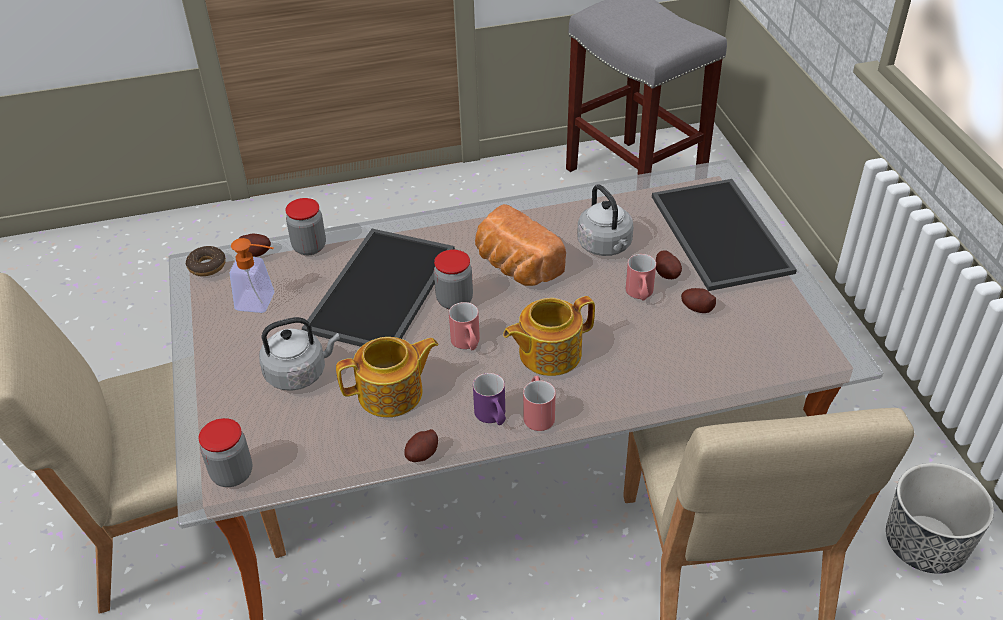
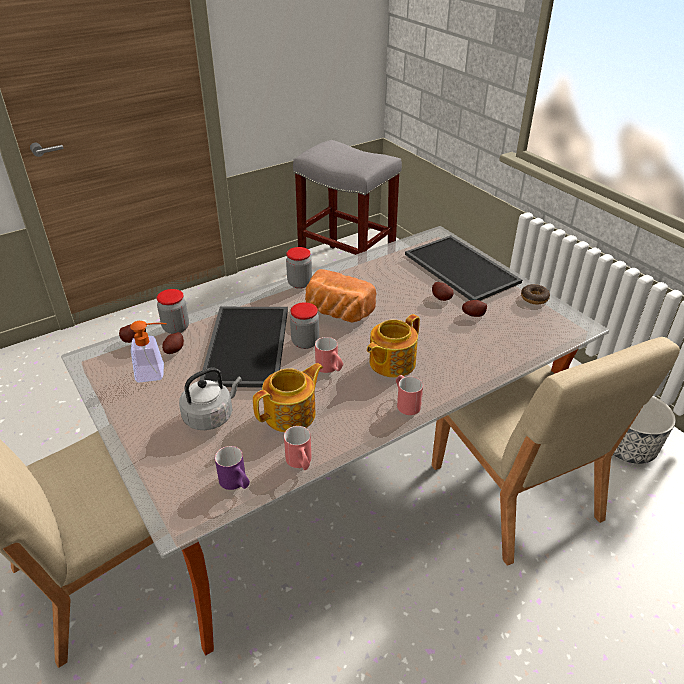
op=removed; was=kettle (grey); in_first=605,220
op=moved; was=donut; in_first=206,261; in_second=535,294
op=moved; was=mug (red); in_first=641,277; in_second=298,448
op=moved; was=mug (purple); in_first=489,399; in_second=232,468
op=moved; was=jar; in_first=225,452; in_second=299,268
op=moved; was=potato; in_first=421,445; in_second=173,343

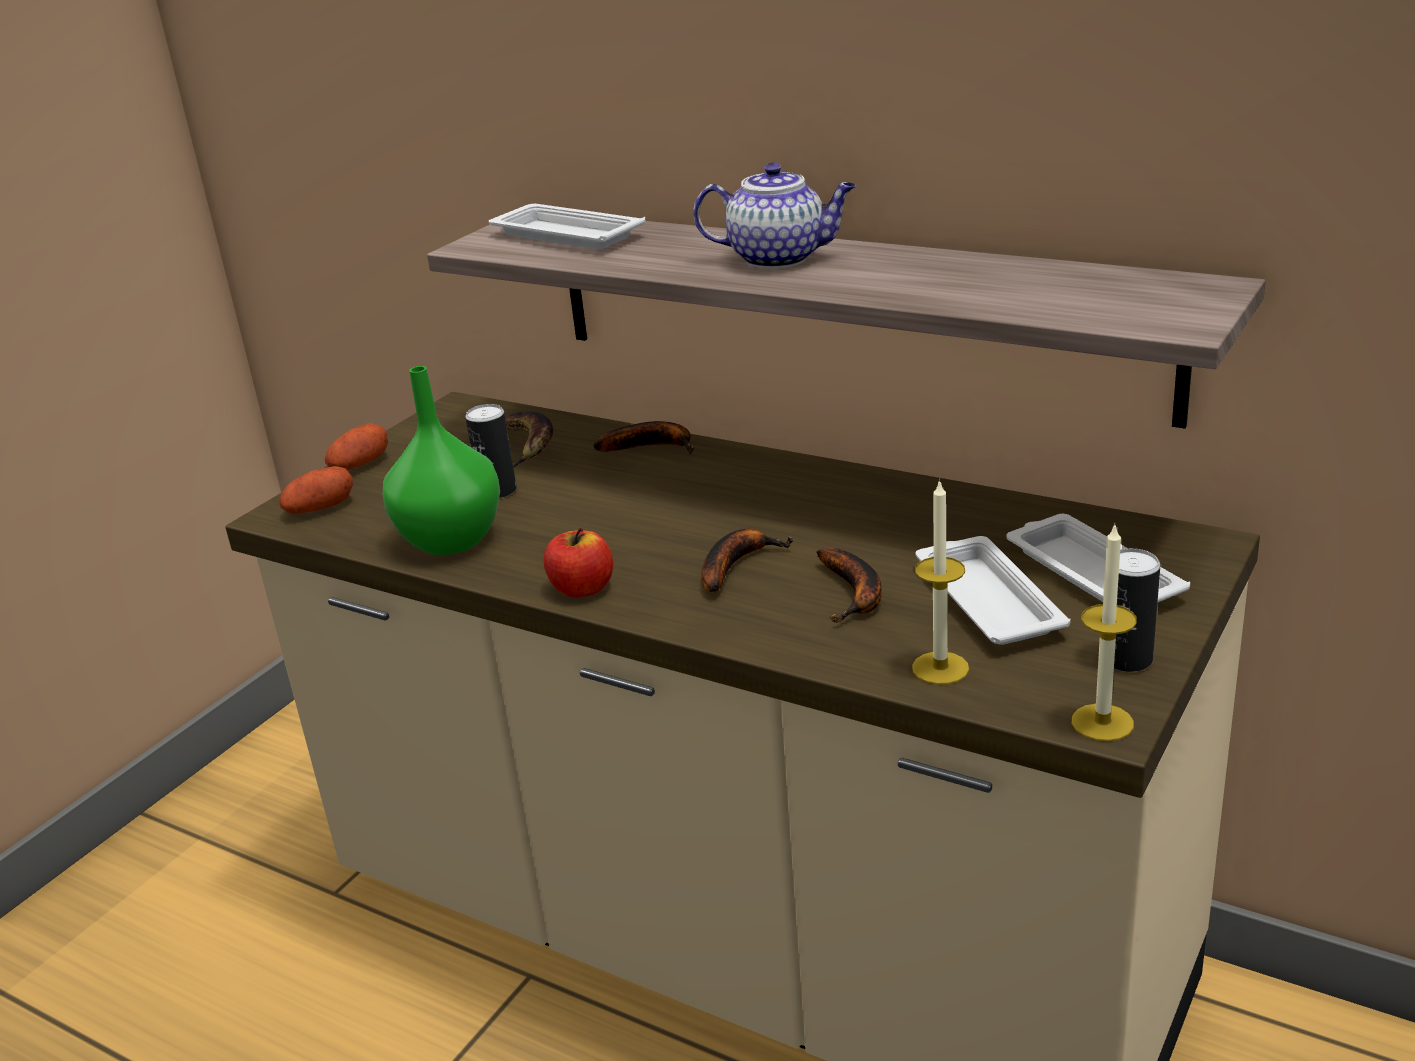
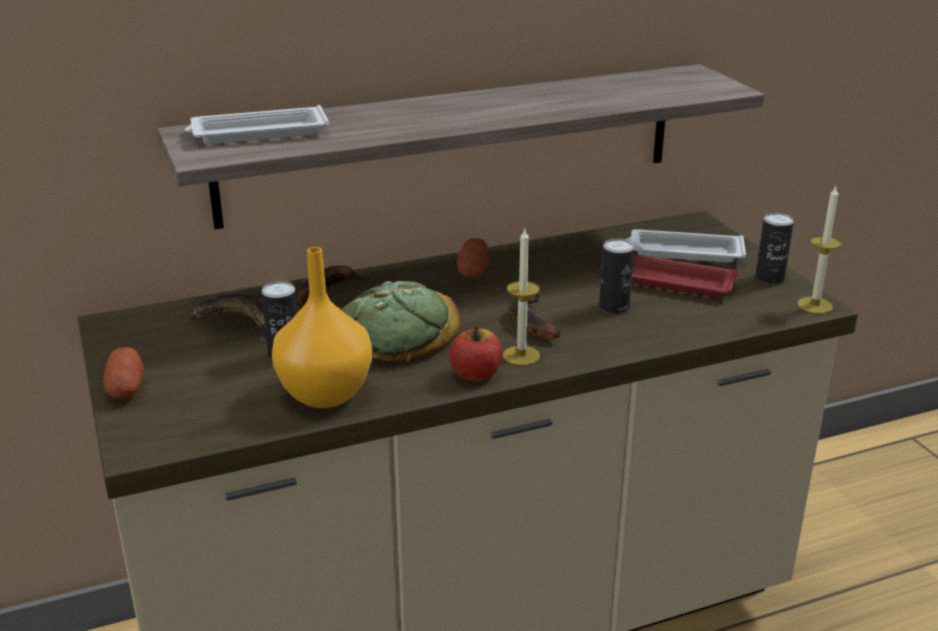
op=removed; was=teapot; in_first=774,216
op=recoloured; was=vase (green); now=vase (orange); in_first=441,460; in_second=322,327
op=moved; was=potato; in_first=316,490; in_second=473,257
op=moved; was=candle; in_first=940,582; in_second=521,297
op=recoloured; was=tray (white); now=tray (red); in_first=992,590; in_second=684,275
op=replaced; was=banana; now=can; in_first=849,585; in_second=616,276
op=added; now=bread; in_second=401,322

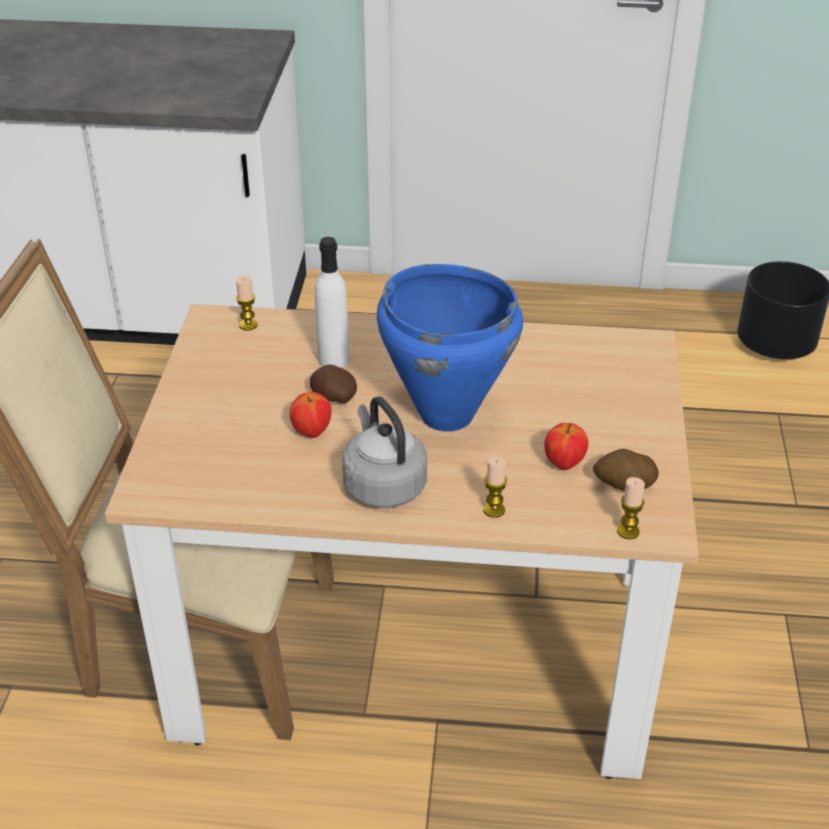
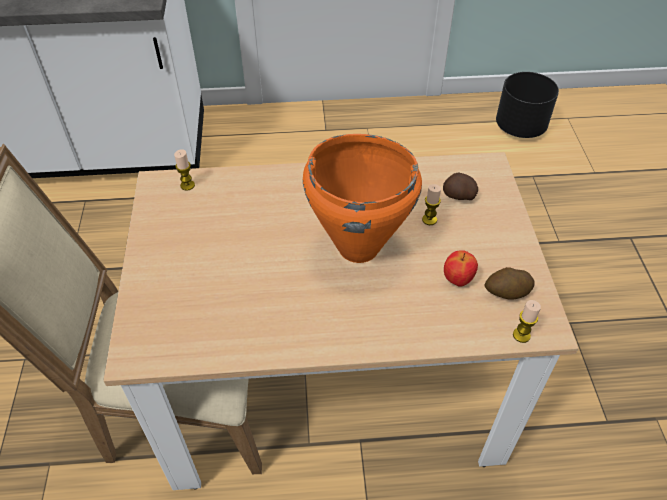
op=removed; was=bottle (white); in_first=332,302
op=recoloured; was=cooking pot (blue); now=cooking pot (orange); in_first=450,348; in_second=362,198
op=moved; was=potato; in_first=333,384; in_second=460,186
op=removed; was=apple; in_first=311,415
op=removed; was=kettle (grey); in_first=384,452
op=moved; was=candle; in_first=495,487; in_second=431,204

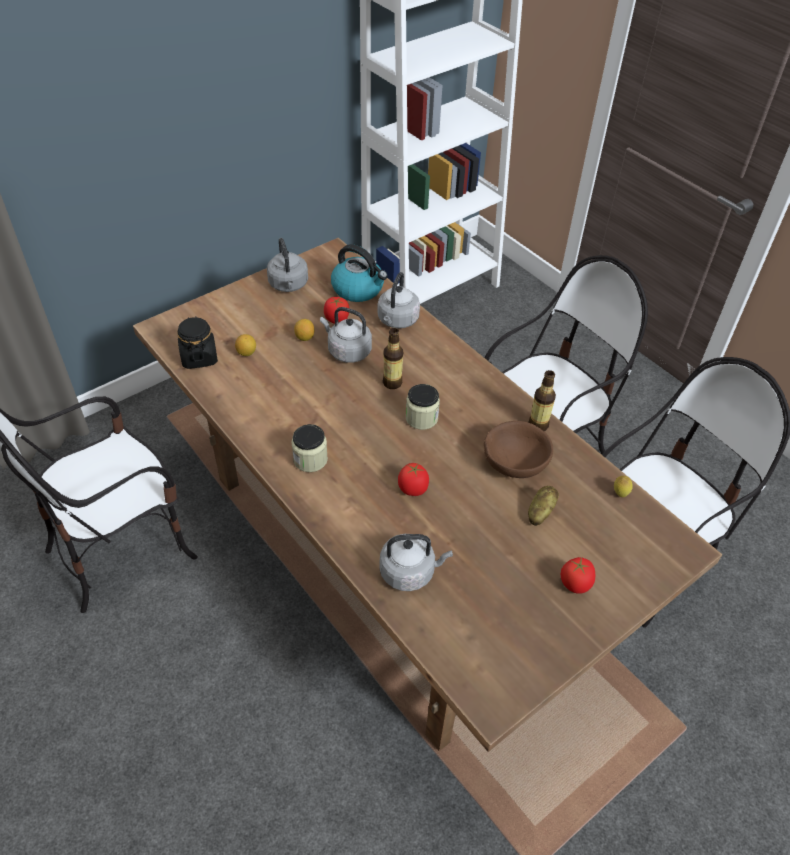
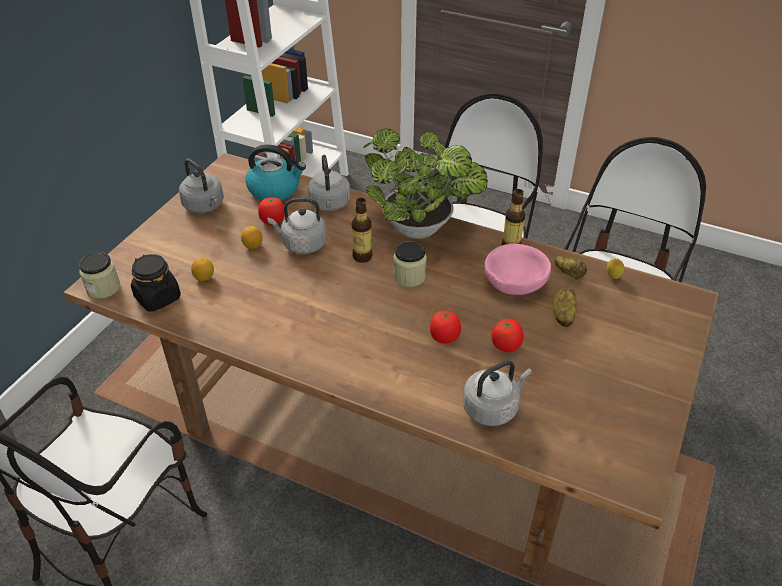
op=recoloured; was=bowl (brown); now=bowl (pink); in_first=518,449; in_second=518,269
op=moved; was=jar; in_first=309,448; in_second=99,275
op=moved; was=tomato; in_first=578,575; in_second=508,335
op=added; now=potted plant; in_second=425,184
op=added; now=potato; in_second=570,268

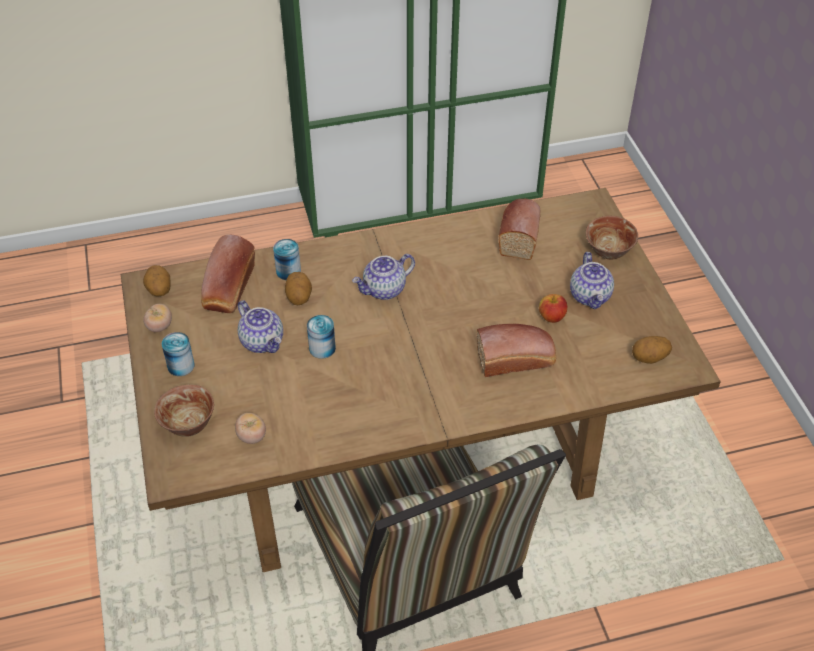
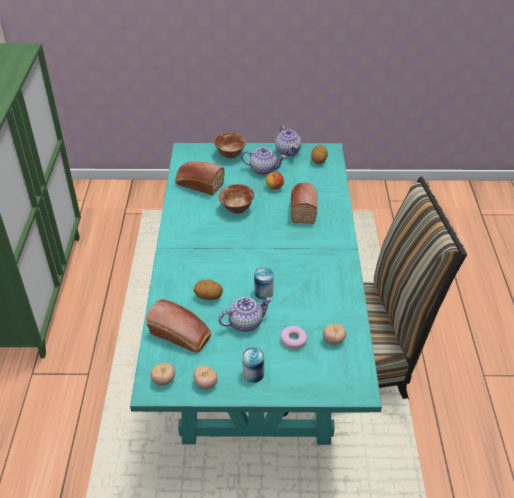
op=recoloured; was=dining table (brown); now=dining table (turquoise); in_first=421,380; in_second=256,294
op=removed; was=can; in_first=287,259
op=moved; was=teapot; in_first=383,277; in_second=288,141
op=replaced; was=potato; now=tomato; in_first=157,281; in_second=162,374
op=moved; was=bowl; in_first=184,410; in_second=236,199
op=added; now=donut; in_second=294,337

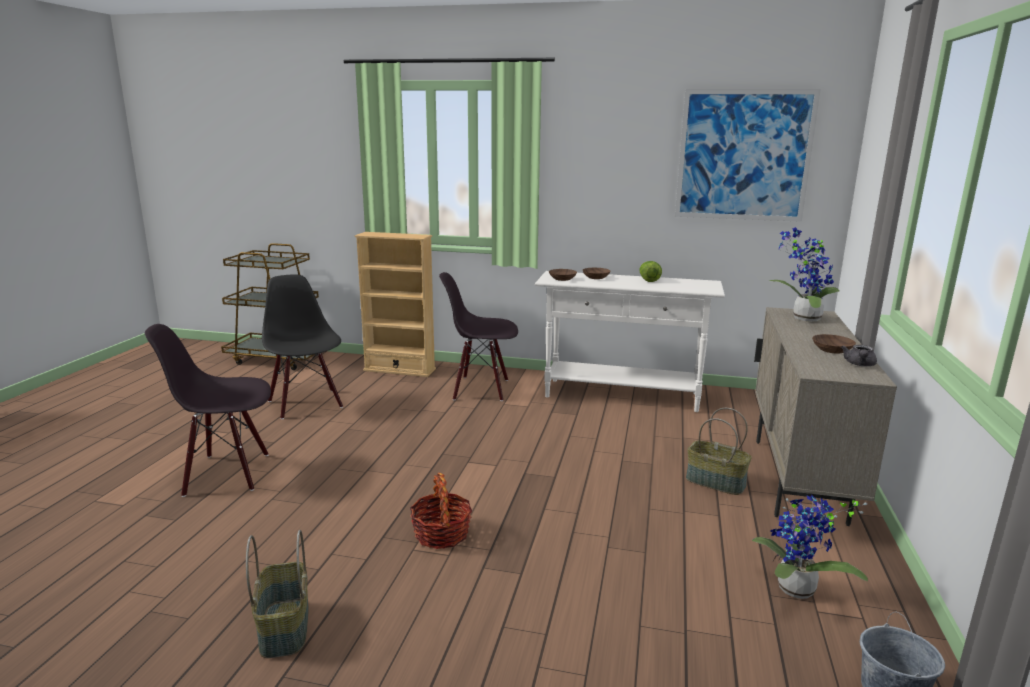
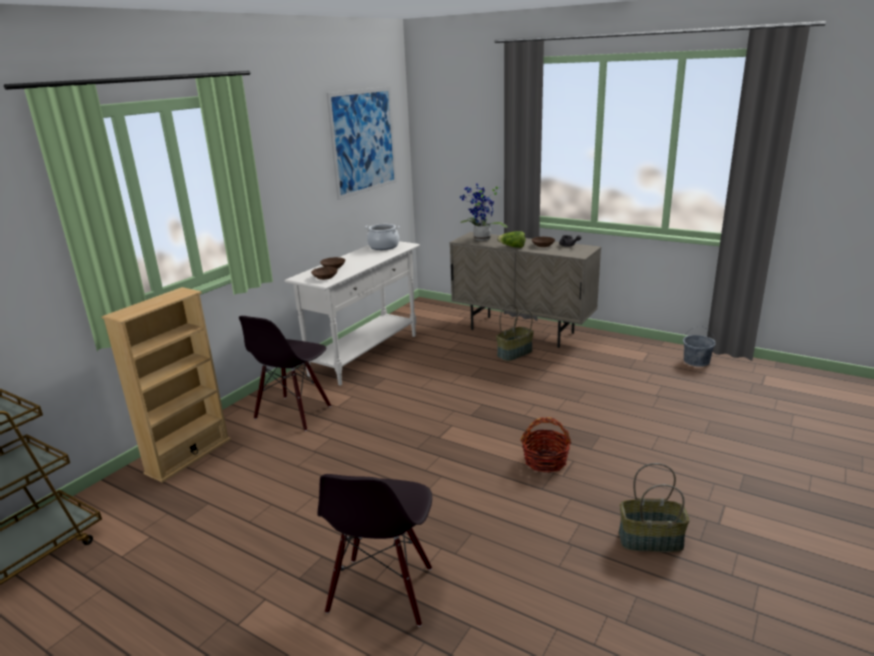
op=moved; was=lettuce; in_first=650,271; in_second=511,239
op=removed; was=chair (black); in_first=302,346
op=removed; was=potted plant; in_first=810,547
op=added; now=cooking pot; in_second=382,237

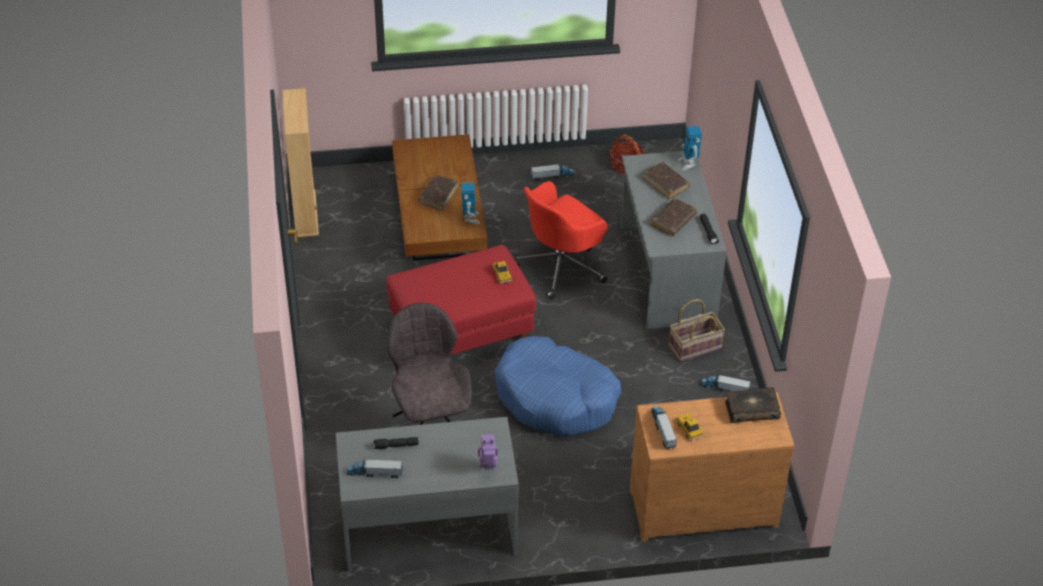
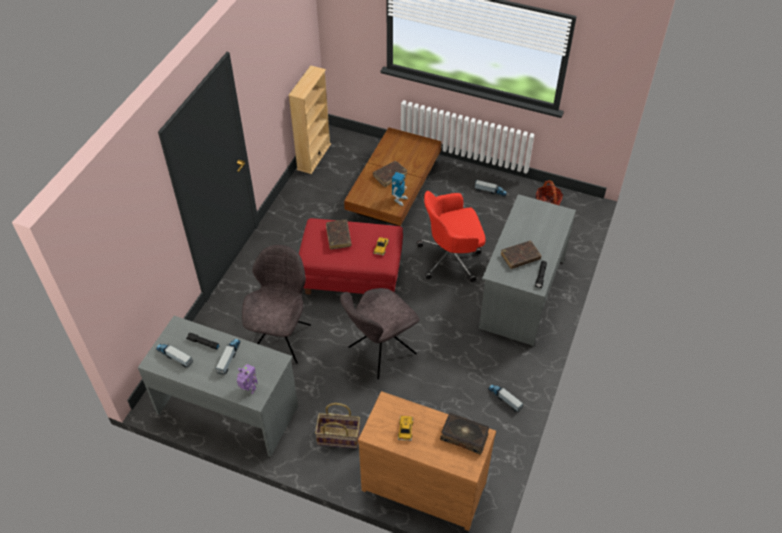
op=removed; was=toy robot; in_first=690,148
op=moved; was=book (brown); in_first=666,180; in_second=339,234
op=moved; was=basket; in_first=697,330; in_second=337,426
op=replaced; was=dog bed (blue); now=chair (grey); in_first=558,386; in_second=380,333
op=moved; was=toy truck; in_first=664,427; in_second=228,357

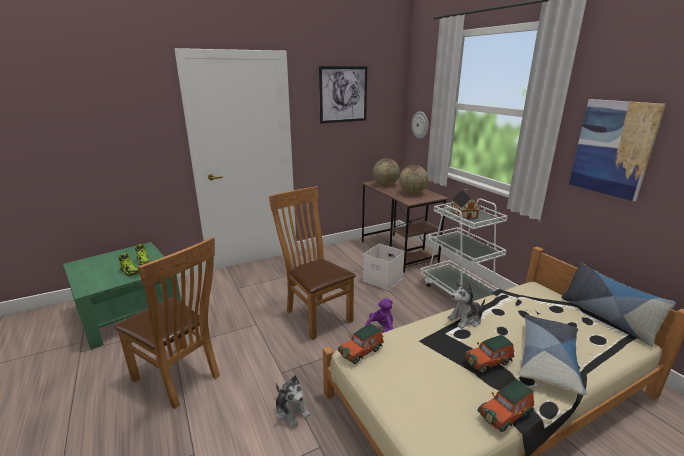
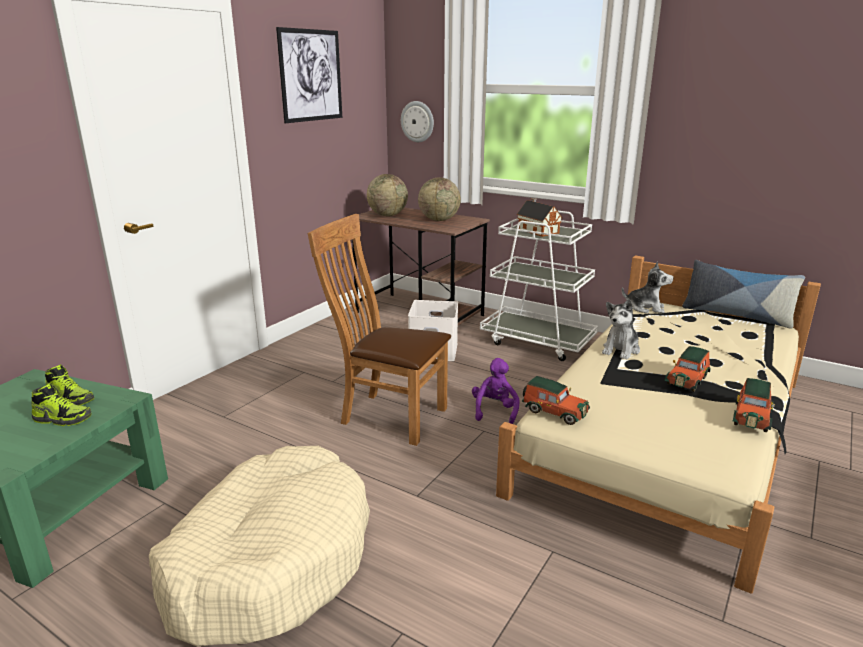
op=removed; was=picture; in_first=617,150
op=replaced; was=chair (brown); now=dog bed (beige); in_first=167,323; in_second=259,546
op=removed; was=pillow; in_first=553,355
op=turned; was=toy car; in_first=361,344; in_second=556,400; clockwise=-75
op=moved; was=plush toy; in_first=293,401; in_second=648,287

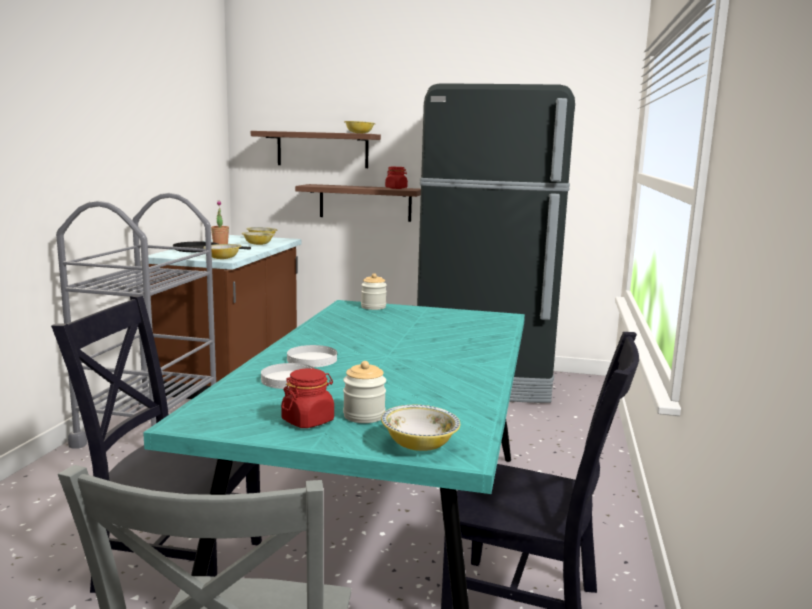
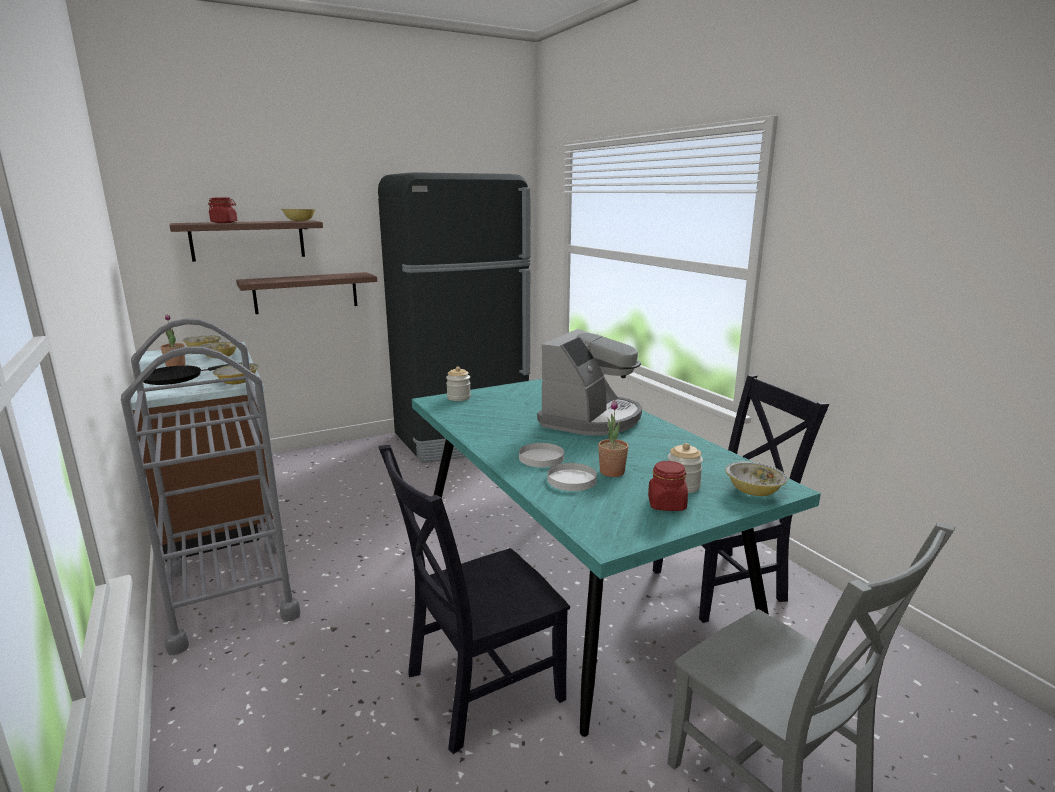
op=moved; was=jar (red); in_first=396,178; in_second=222,210
op=added; now=coffee machine; in_second=589,382
op=added; now=potted plant; in_second=613,438

